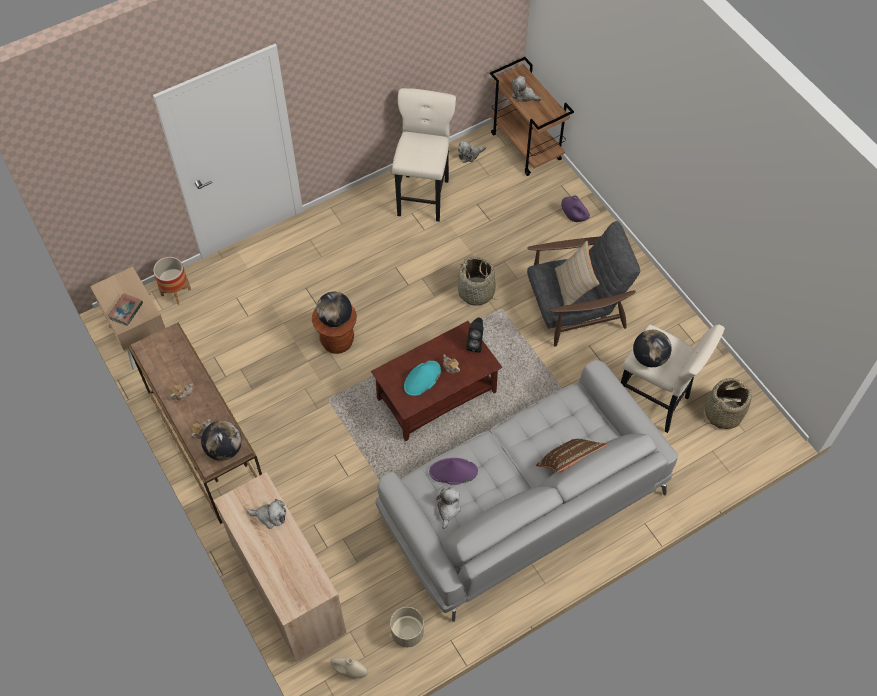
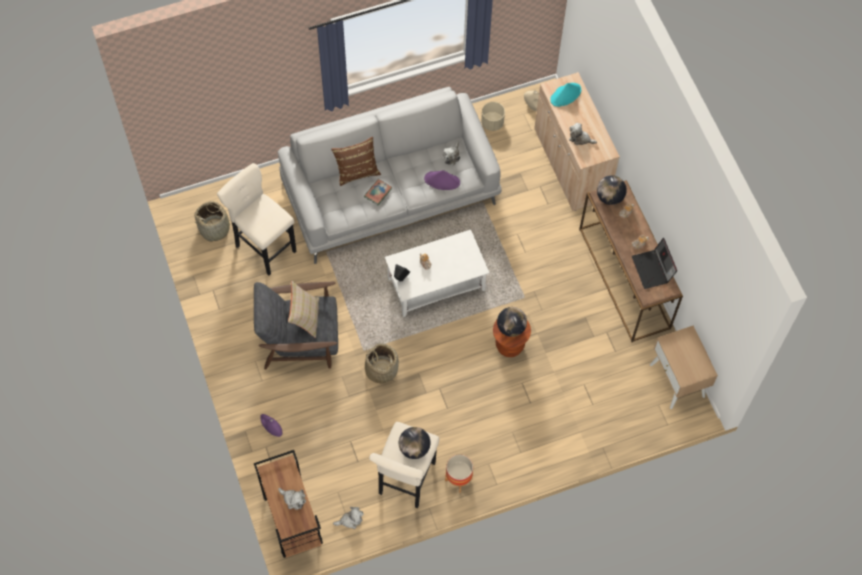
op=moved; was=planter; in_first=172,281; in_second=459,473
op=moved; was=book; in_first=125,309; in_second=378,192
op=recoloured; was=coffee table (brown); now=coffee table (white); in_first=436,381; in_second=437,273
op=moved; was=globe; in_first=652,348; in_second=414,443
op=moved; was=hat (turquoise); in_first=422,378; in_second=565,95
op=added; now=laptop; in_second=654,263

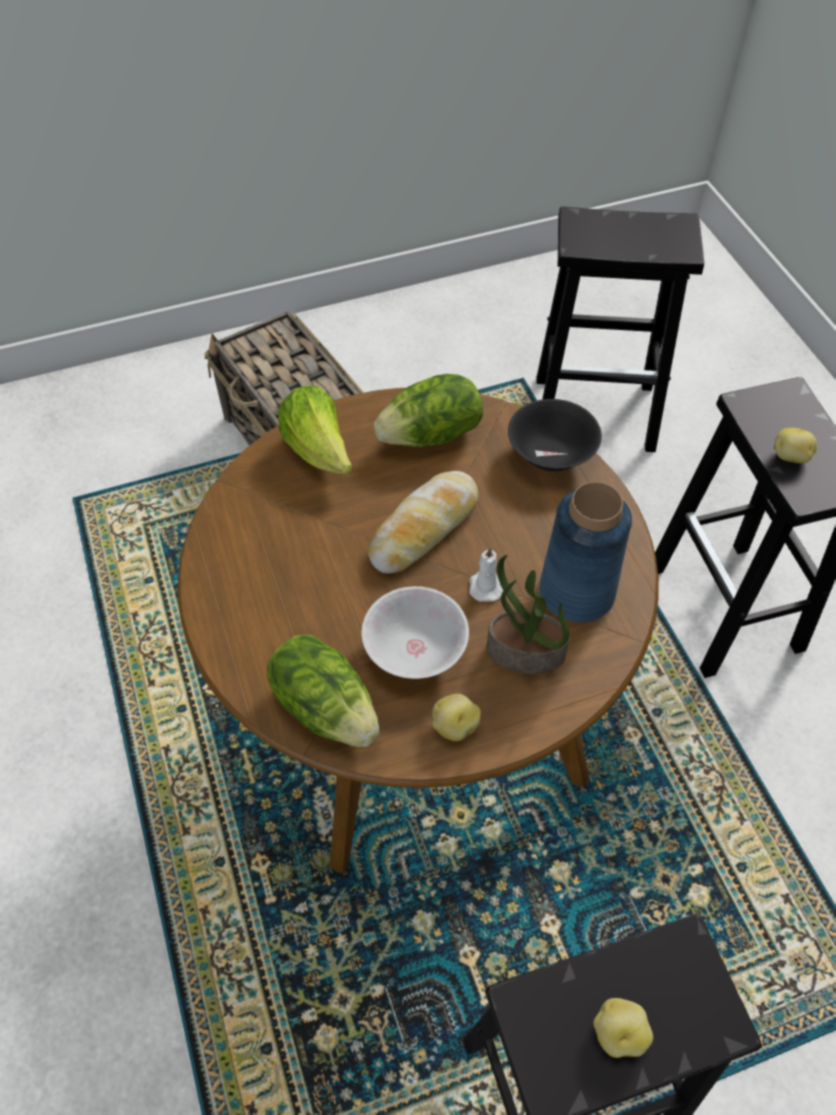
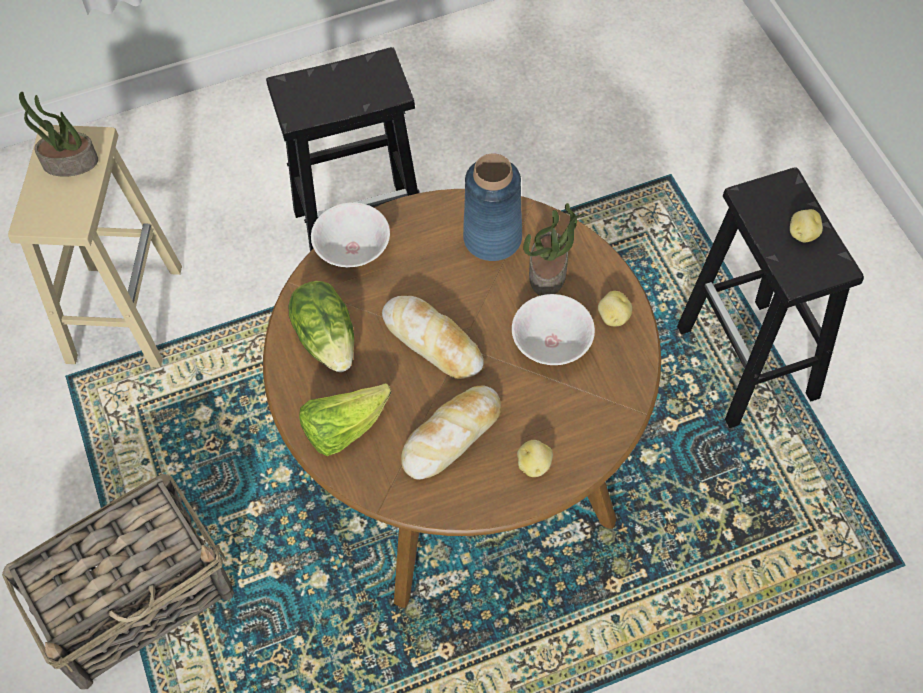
op=recoloured; was=stool (black); now=stool (beige); in_first=620,329; in_second=95,246
op=recoloured; was=bowl (black); now=bowl (white); in_first=555,435; in_second=350,234
op=moved; was=potato; in_first=795,445; in_second=535,458
op=removed; was=candle (white); in_first=486,574
op=removed; was=lettuce; in_first=323,690
op=added; now=potted plant; in_second=58,134
op=added; now=bread; in_second=451,433

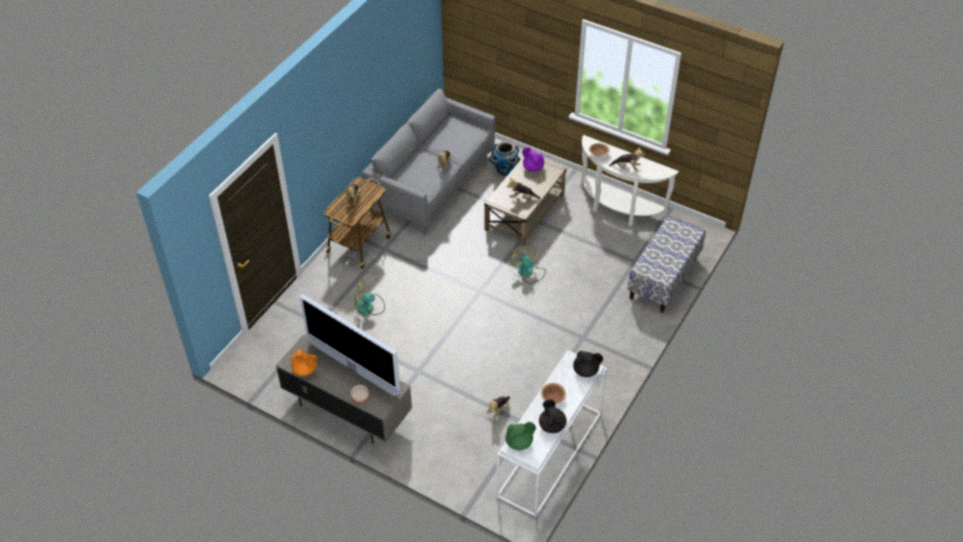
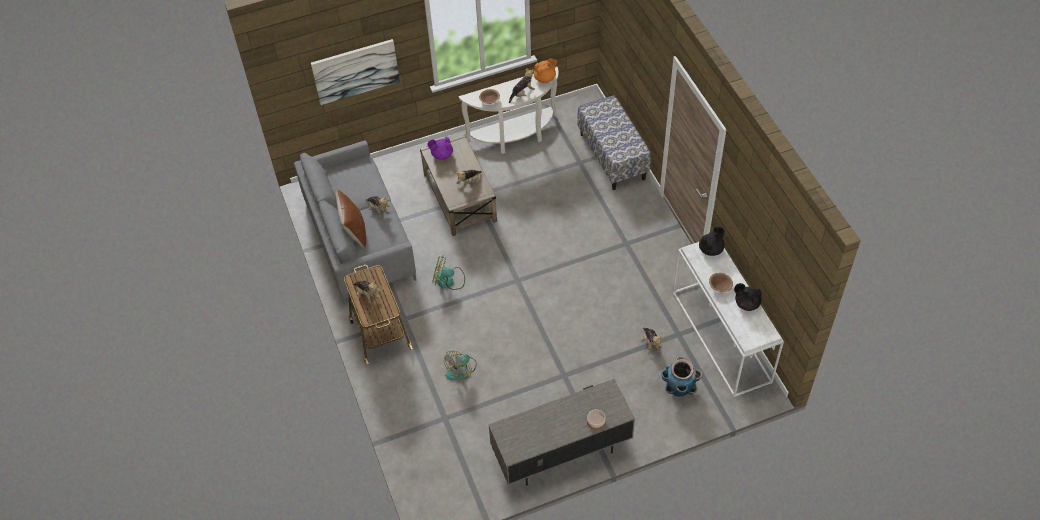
op=moved; was=planter; in_first=505,158; in_second=681,376
op=moved; was=fan; in_first=527,264; in_second=448,273
op=removed; was=television; in_first=350,345
op=moved; was=teapot (orange); in_first=304,362; in_second=545,70
op=removed; was=teapot (green); in_first=520,436
op=added; now=picture; in_second=355,72
op=added; now=pillow (brown); in_second=351,219

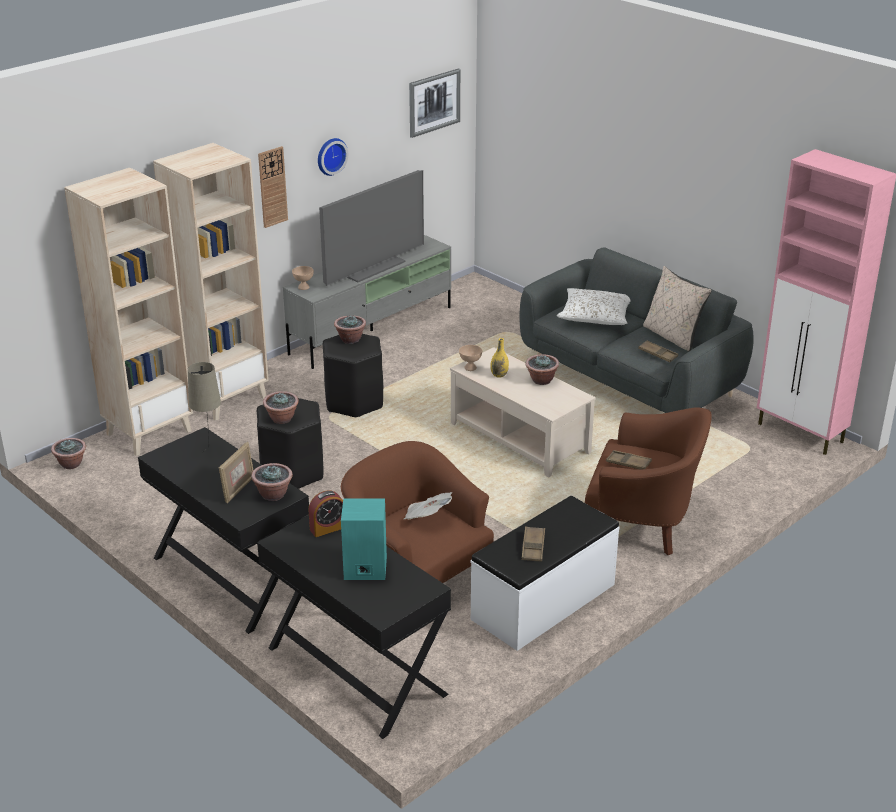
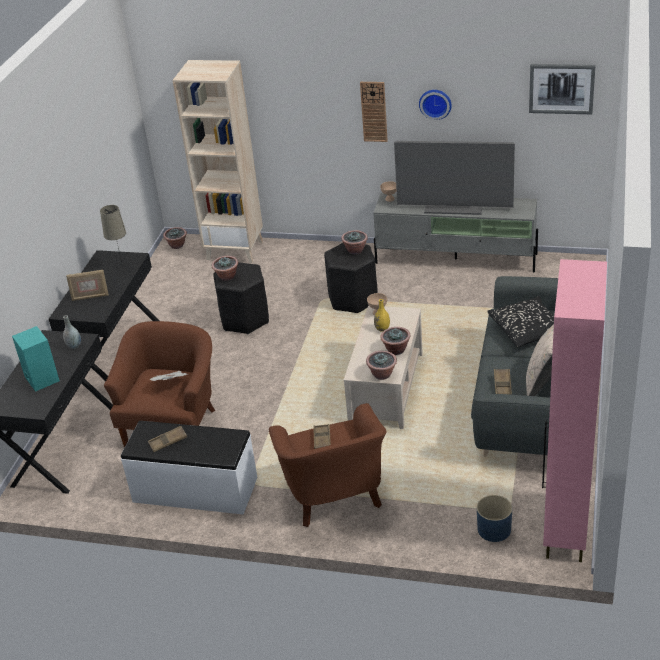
op=removed; was=bookcase (beige); in_first=211,282
op=recoloured; was=pillow (white); now=pillow (black); in_first=594,306; in_second=520,322
op=moved; was=potted plant; in_first=272,482; in_second=381,365
op=replaced; was=alarm clock; now=vase (grey); in_first=326,513; in_second=72,332
op=added; now=planter (blue); in_second=494,518

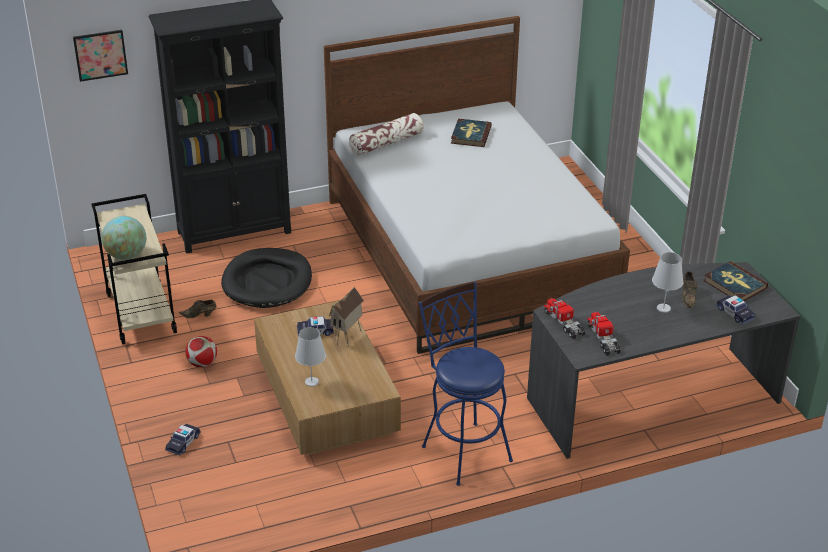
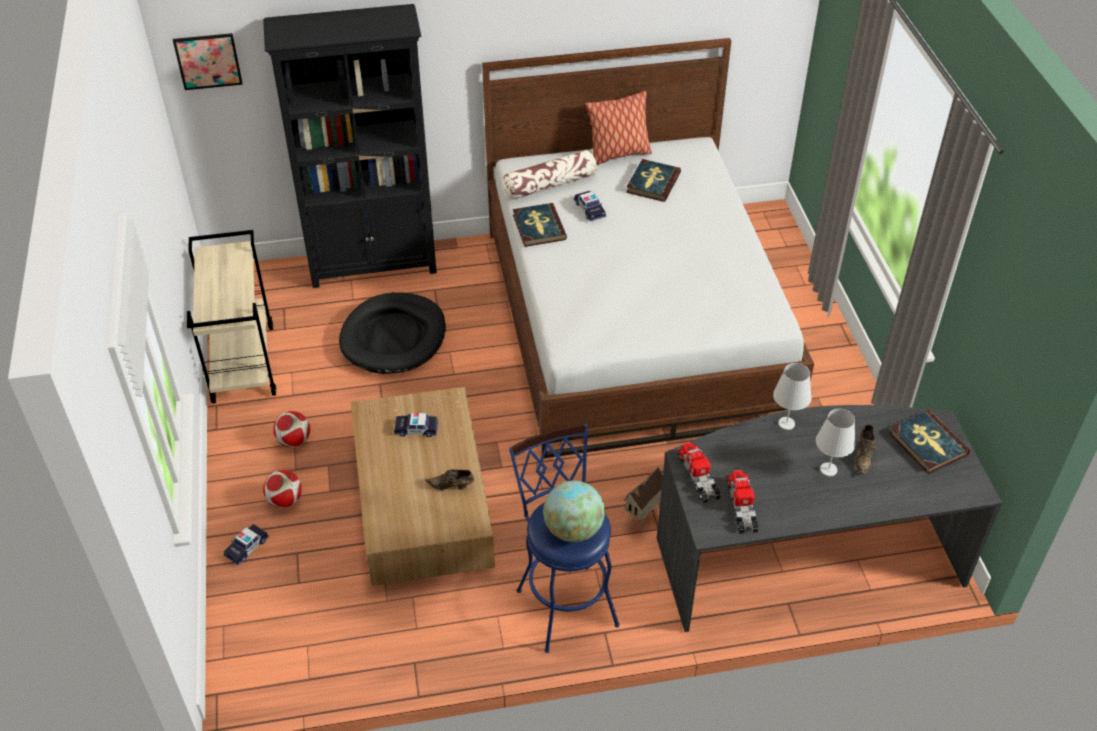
op=moved; was=globe; in_first=123,238; in_second=574,511
op=moved; was=toy house; in_first=346,316; in_second=643,499
op=moved; was=toy car; in_first=735,309; in_second=590,206
op=moved; was=shoe (brown); in_first=198,309; in_second=449,479
op=moved; was=table lamp (white); in_first=310,357; in_second=792,396
op=added; now=pillow; in_second=618,128
op=added; now=book; in_second=540,225
op=added; now=football; in_second=282,489

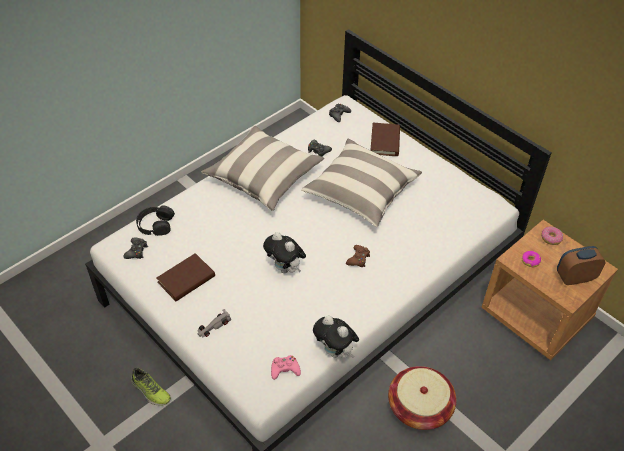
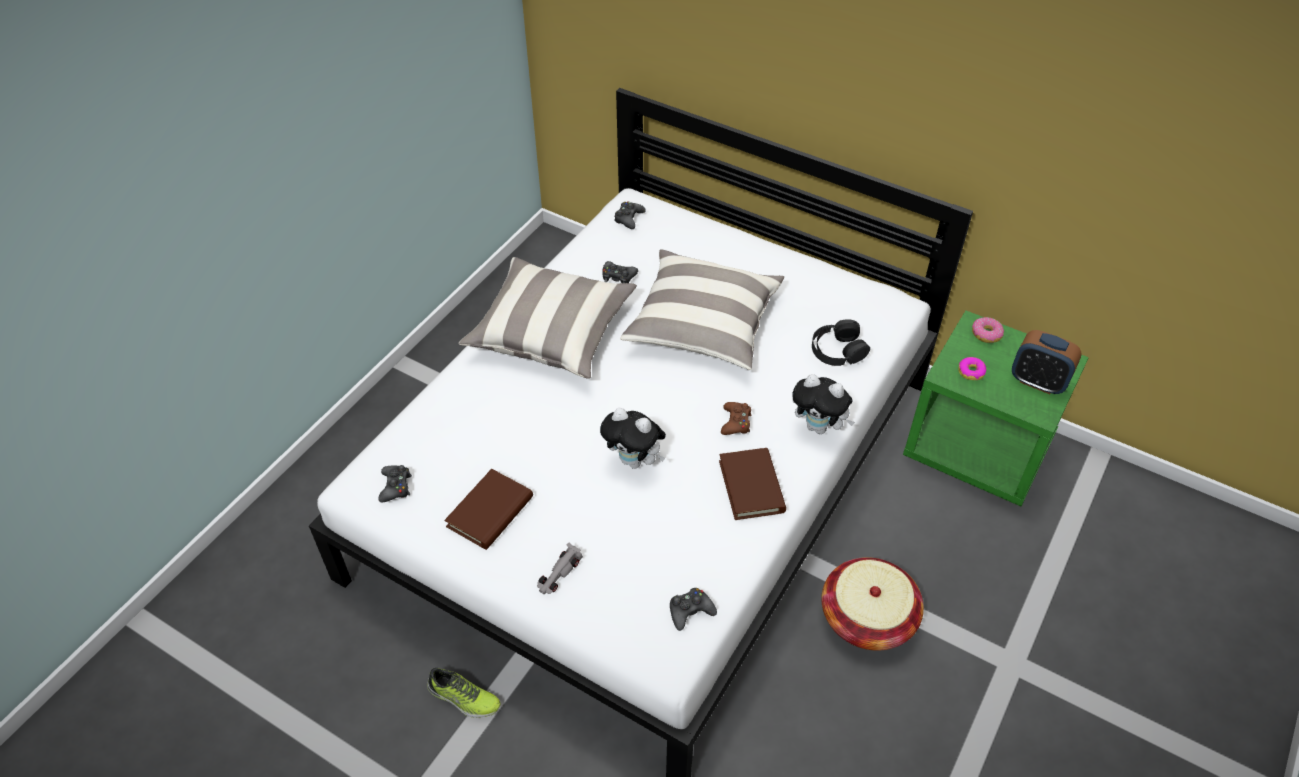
op=moved; was=book (brown); in_first=385,139; in_second=752,484
op=moved; was=headphones (black); in_first=155,220; in_second=841,343
op=recoloured; was=nightstand (brown); now=nightstand (green); in_first=549,290; in_second=996,408
op=turned; was=alarm clock; in_first=581,265; in_second=1046,362; clockwise=-120
op=moved; was=plush toy; in_first=336,337; in_second=824,404
op=recoloured; was=game controller (pink); now=game controller (black); in_first=286,367; in_second=693,609

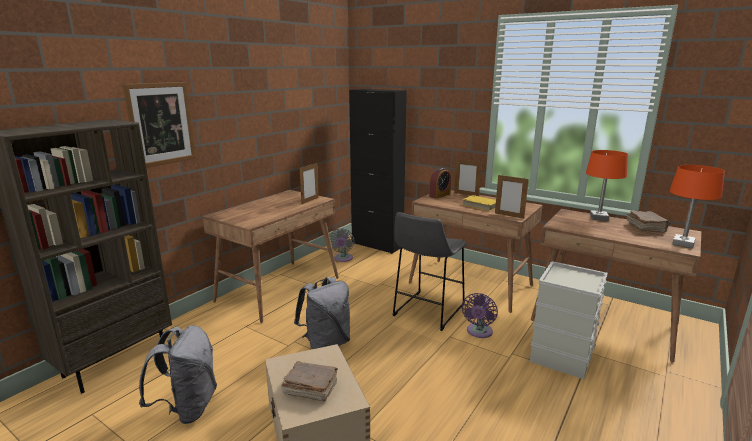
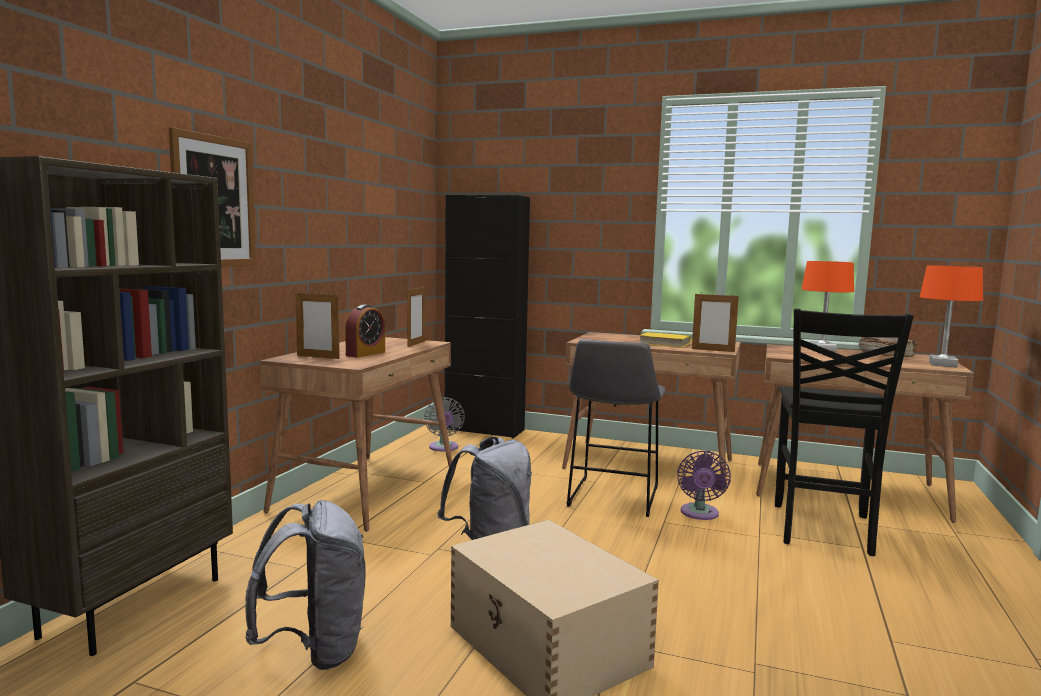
op=moved; was=picture frame; in_first=468,177; in_second=317,326
op=moved; was=alarm clock; in_first=440,183; in_second=365,331
op=replaced; was=storage box (grey); now=chair (black); in_first=569,320; in_second=844,432
op=removed; was=book (brown); in_first=309,381

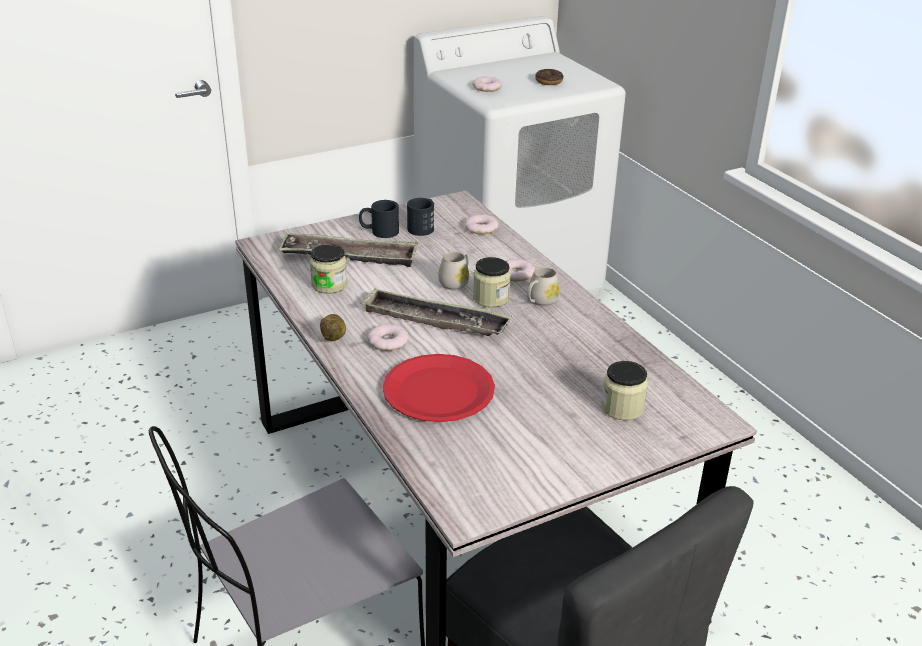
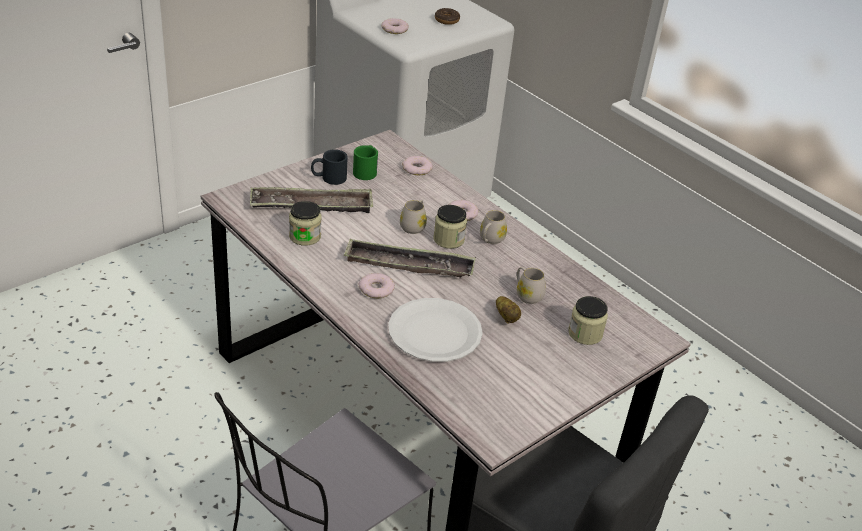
op=recoloured; was=mug (black); now=mug (green); in_first=420,217; in_second=365,162
op=moved; was=potato; in_first=333,327; in_second=508,309
op=recoloured; was=plate (red); now=plate (white); in_first=438,388; in_second=435,330
op=added; now=mug (white); in_second=531,285

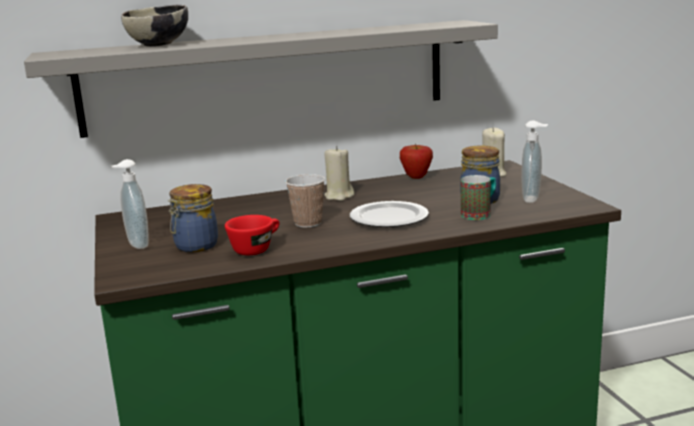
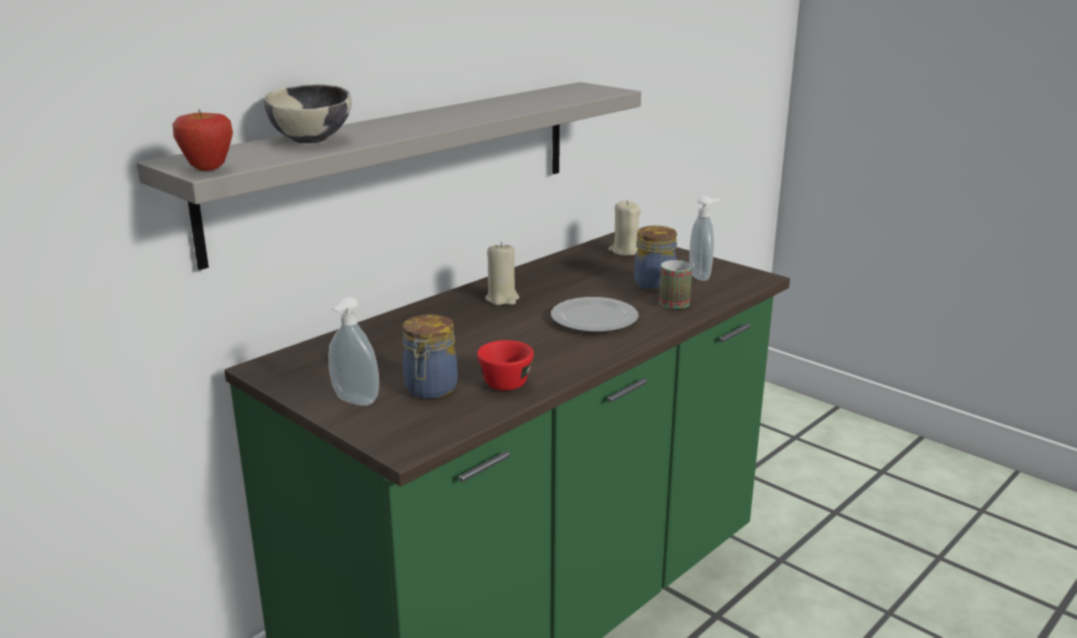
op=moved; was=apple; in_first=416,161; in_second=202,140
op=removed; was=cup; in_first=305,201

